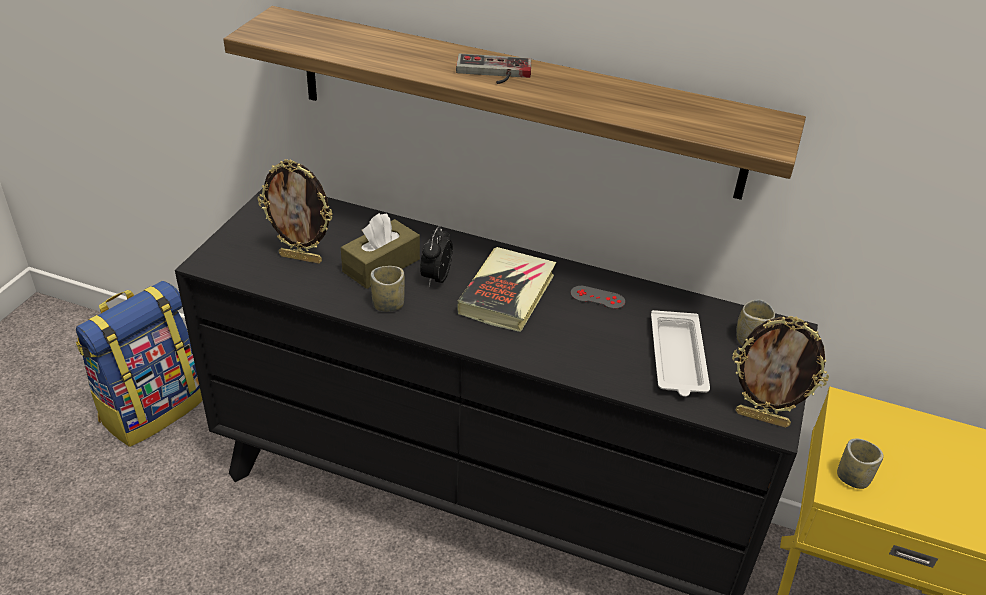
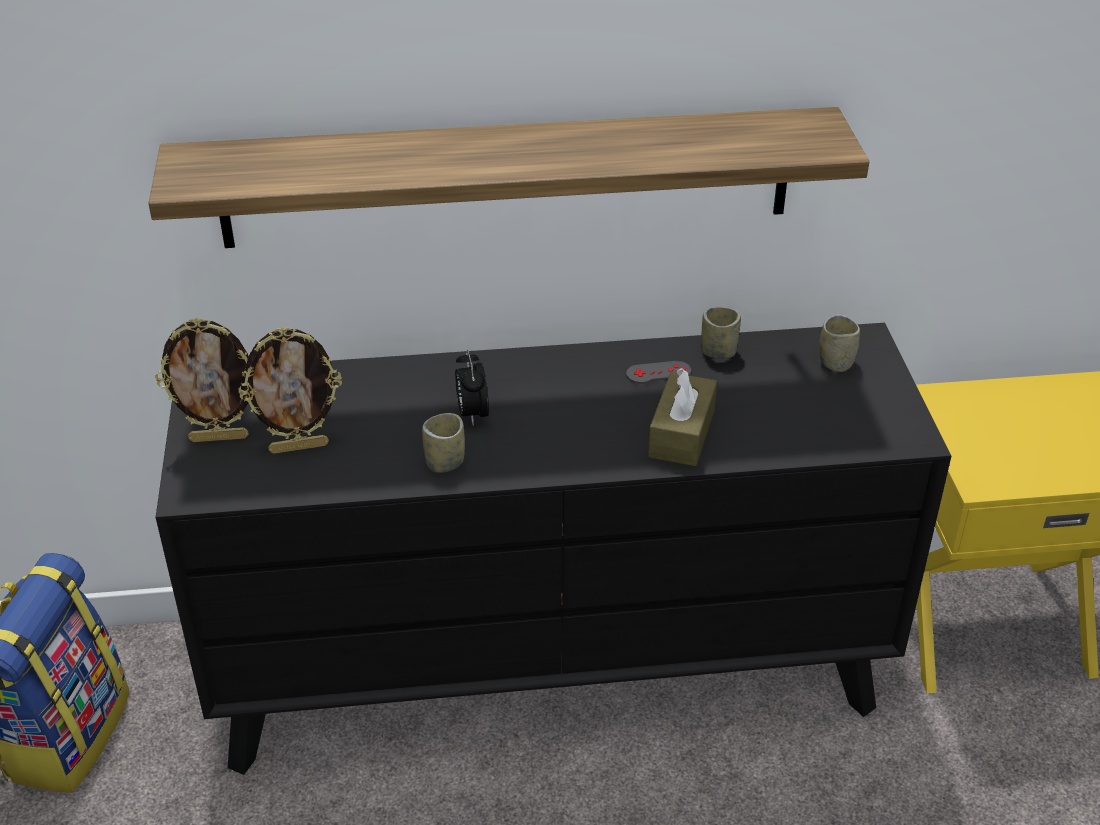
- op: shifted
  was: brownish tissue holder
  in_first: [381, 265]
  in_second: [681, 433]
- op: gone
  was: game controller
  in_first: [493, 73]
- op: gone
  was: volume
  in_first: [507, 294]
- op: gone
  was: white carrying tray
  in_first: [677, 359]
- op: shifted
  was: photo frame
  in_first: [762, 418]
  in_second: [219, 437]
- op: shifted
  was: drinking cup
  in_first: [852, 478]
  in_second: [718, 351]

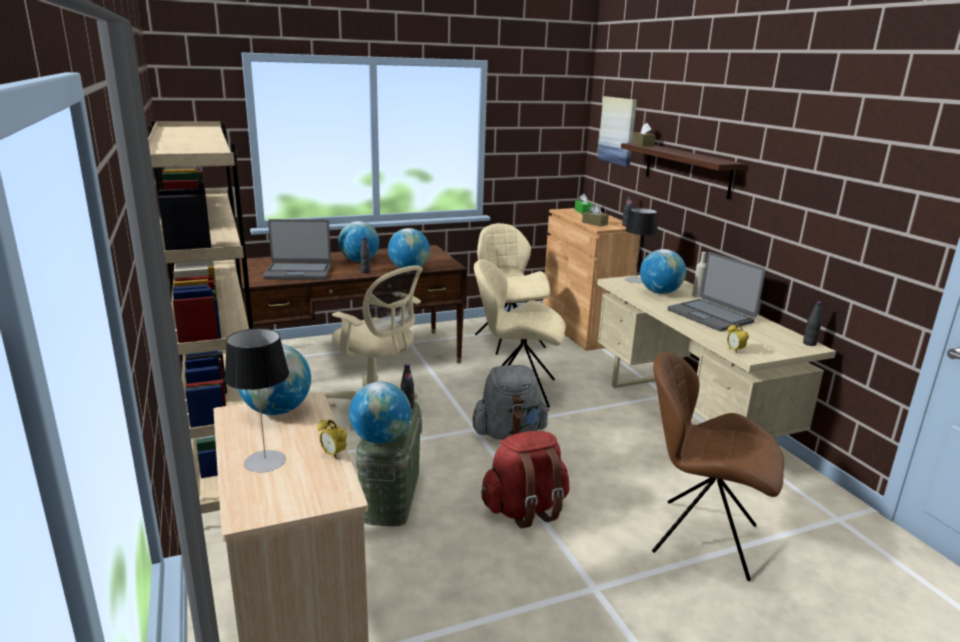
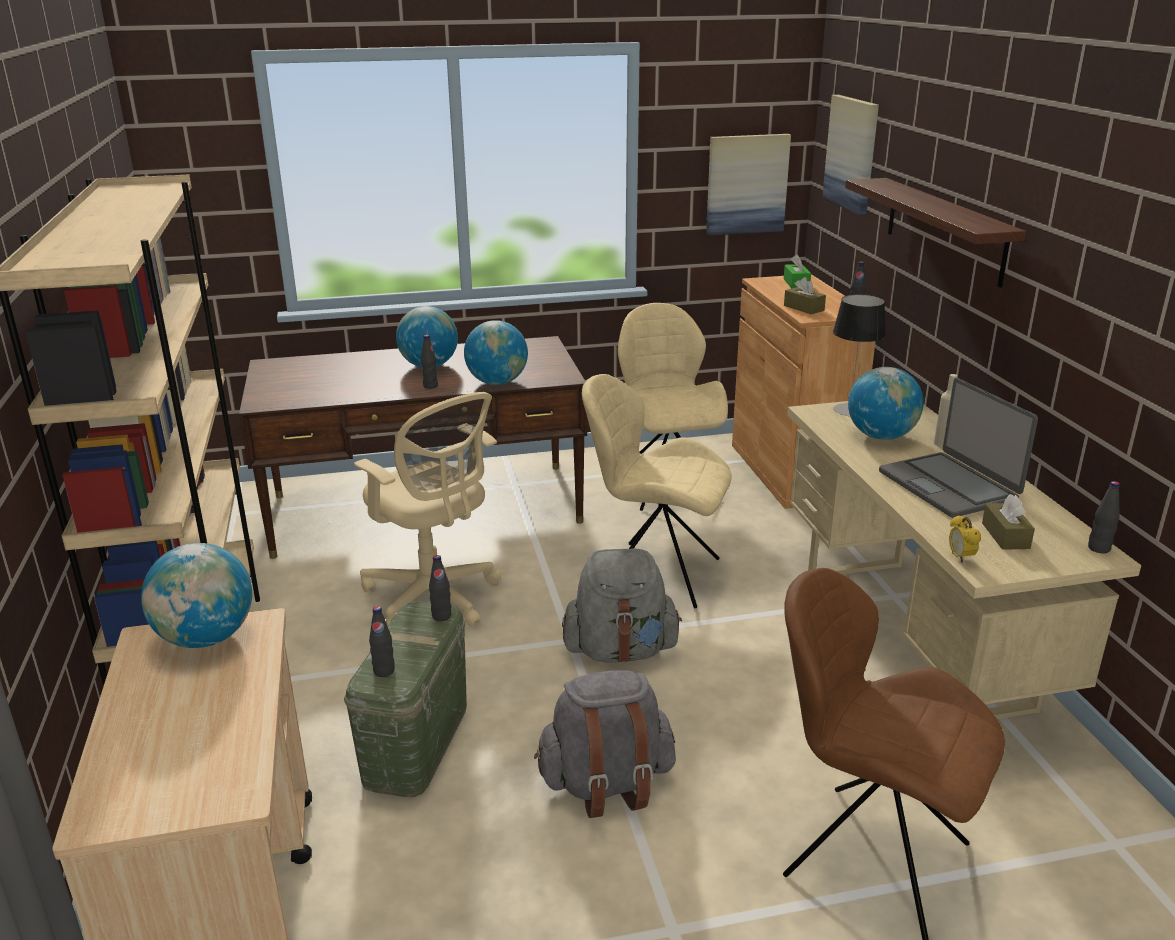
- op: gone
  was: lamp for a table
  in_first: [265, 461]
- op: gone
  was: notebook computer
  in_first: [298, 272]
- op: gone
  was: bedside clock
  in_first: [333, 455]
- op: swapped
  was: world globe
  now: black-coloured drink bottle
  in_first: [380, 439]
  in_second: [384, 671]
- op: repainted
  was: red-coloured rucksack
  now: gray rucksack
  in_first: [525, 509]
  in_second: [606, 784]
- op: shifted
  was: brownish tissue holder
  in_first: [643, 144]
  in_second: [1005, 536]
- op: new
  now: wall picture
  in_second: [746, 184]

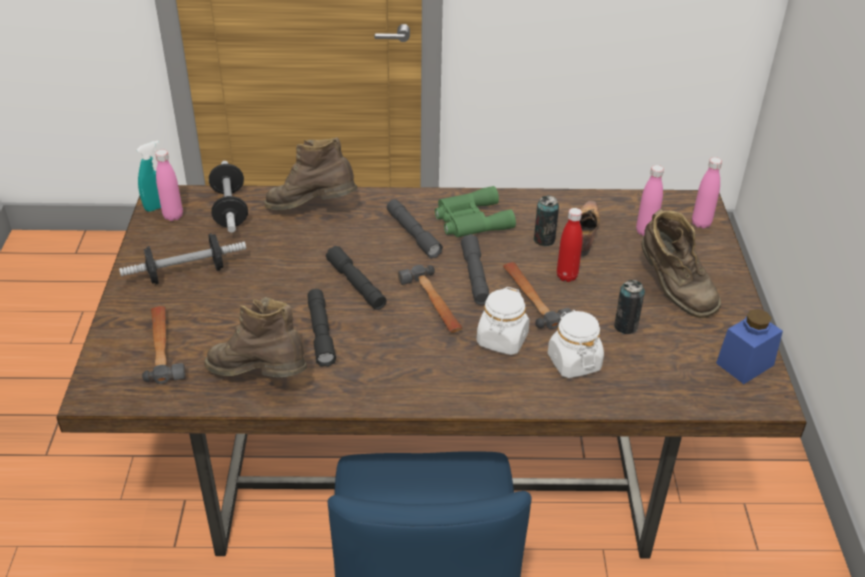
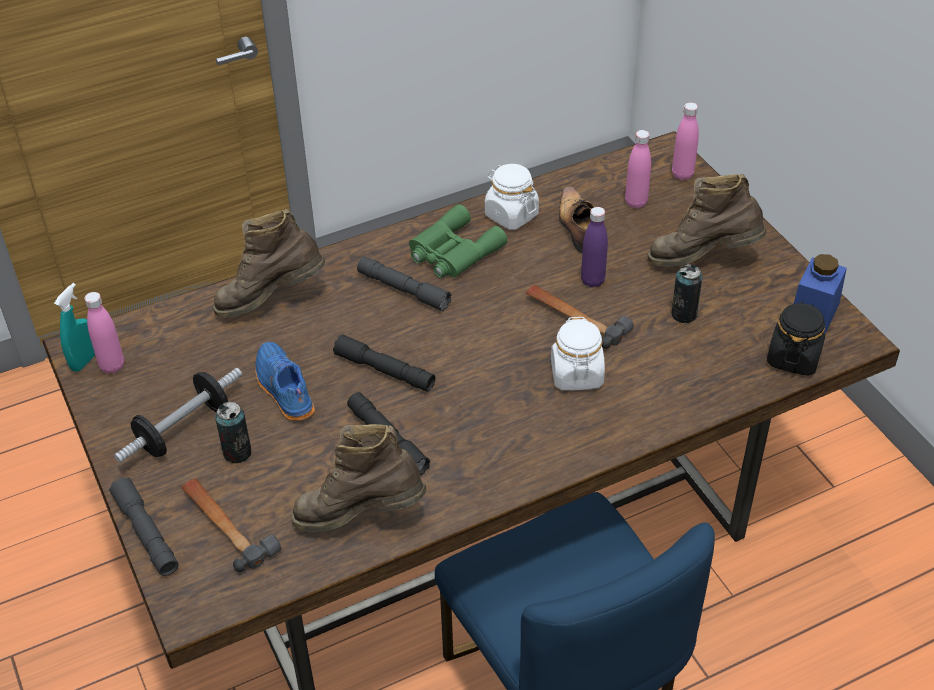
- op: gone
  was: hand weight
  in_first: [230, 209]
- op: gone
  was: hand hammer
  in_first: [433, 304]
- op: shifted
  was: gray torch
  in_first: [475, 276]
  in_second: [146, 533]
- op: shifted
  was: sealed can
  in_first: [544, 240]
  in_second: [237, 452]
- op: shifted
  was: white jar
  in_first: [573, 362]
  in_second: [511, 215]
- op: repainted
  was: red-coloured drink bottle
  now: purple-coloured drink bottle
  in_first: [566, 276]
  in_second: [592, 280]
- op: rotated
  was: brownish tall boot
  in_first: [673, 290]
  in_second: [702, 259]
  clockwise: 150
- op: new
  now: bluish shoe
  in_second: [283, 390]
- op: new
  now: black-coloured jar
  in_second: [793, 357]

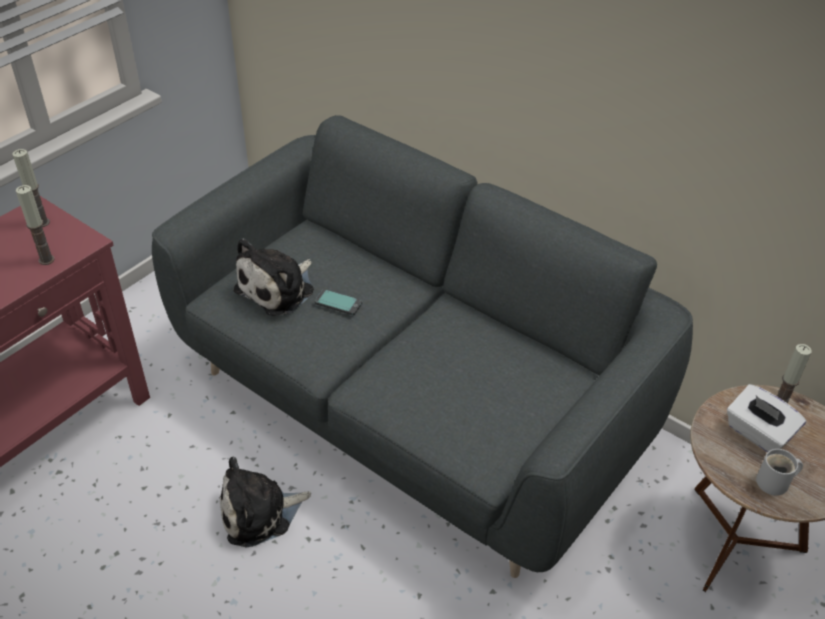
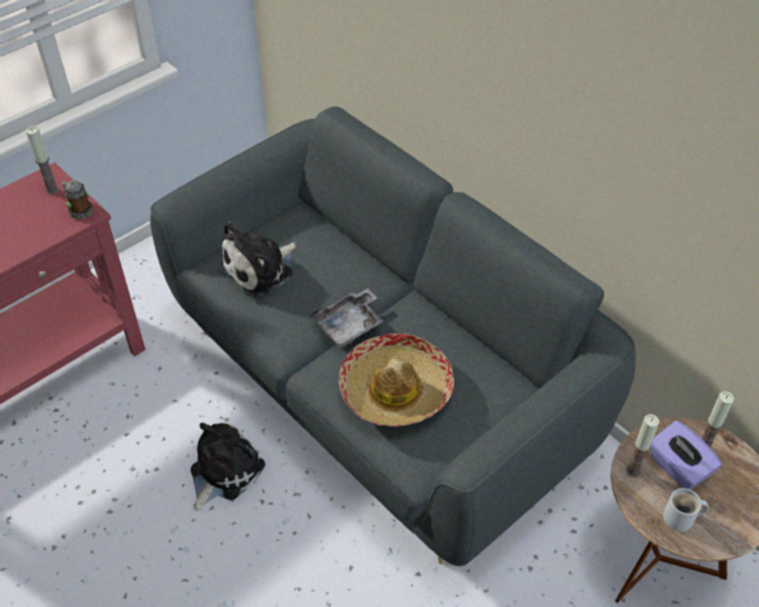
- op: shifted
  was: candle
  in_first: [46, 260]
  in_second: [633, 470]
- op: rotated
  was: plush toy
  in_first: [260, 513]
  in_second: [223, 471]
  clockwise: 135
- op: gone
  was: telephone
  in_first: [338, 303]
- op: repainted
  was: white tissue holder
  now: purple-coloured tissue holder
  in_first: [758, 433]
  in_second: [678, 468]
- op: new
  now: tea mug
  in_second: [79, 210]
- op: new
  now: gray carrying tray
  in_second: [349, 325]
- op: new
  now: wearable hat
  in_second: [395, 390]

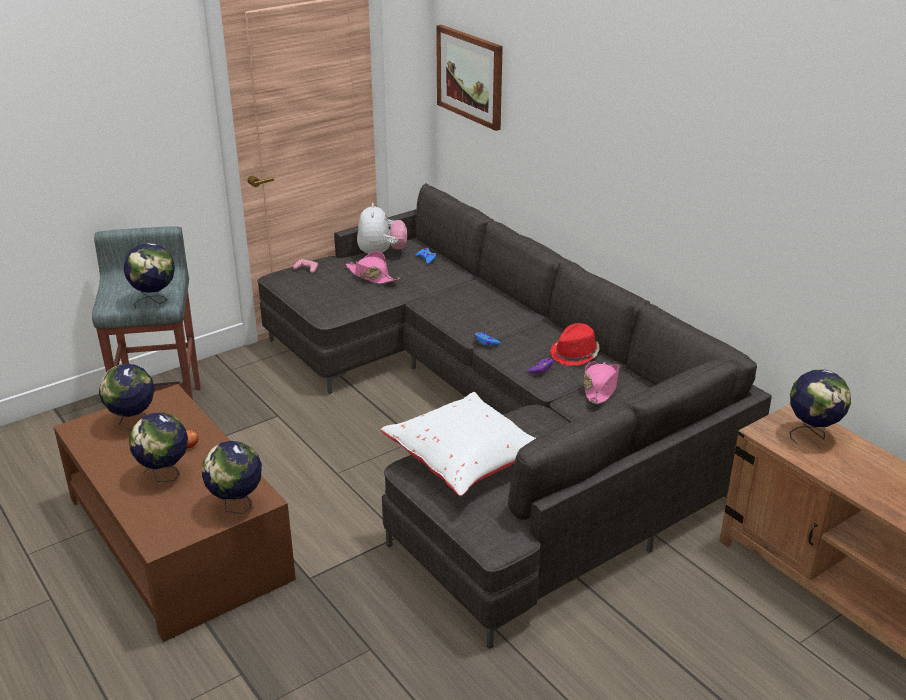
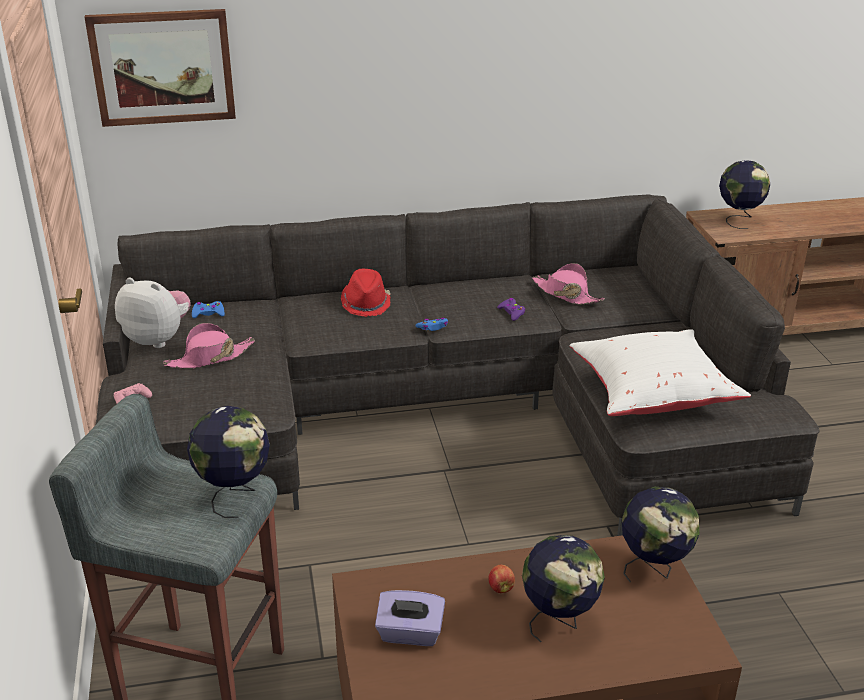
- op: swapped
  was: world globe
  now: purple-coloured tissue holder
  in_first: [133, 423]
  in_second: [410, 634]
- op: shifted
  was: red-coloured wearable hat
  in_first: [575, 354]
  in_second: [366, 303]

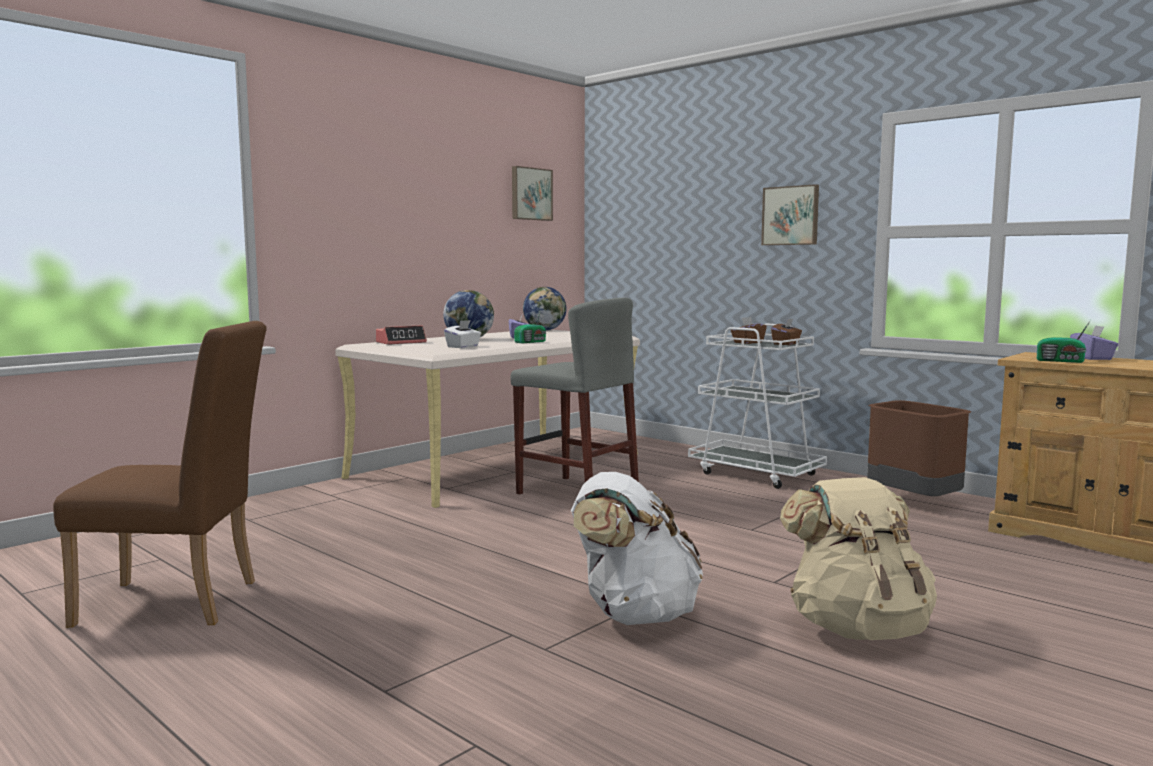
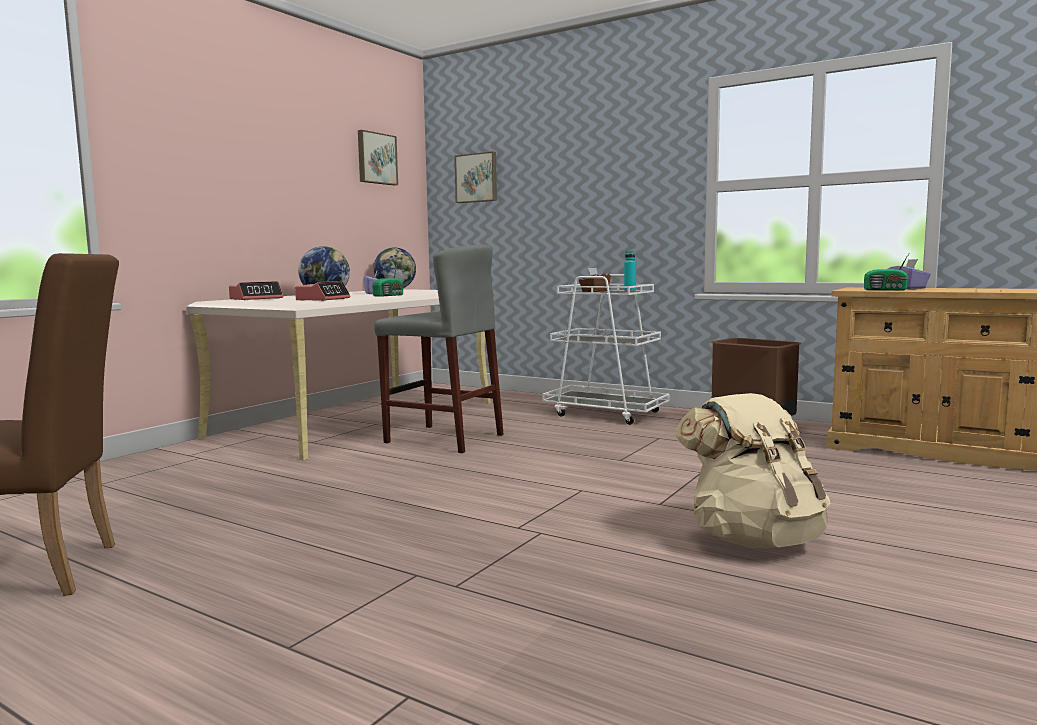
- op: swapped
  was: white tissue holder
  now: bedside clock
  in_first: [463, 347]
  in_second: [323, 299]
- op: gone
  was: white rucksack
  in_first: [634, 614]
- op: shifted
  was: wall picture
  in_first: [791, 215]
  in_second: [477, 178]
- op: swapped
  was: brownish tissue holder
  now: turquoise drink bottle
  in_first: [786, 344]
  in_second: [630, 291]

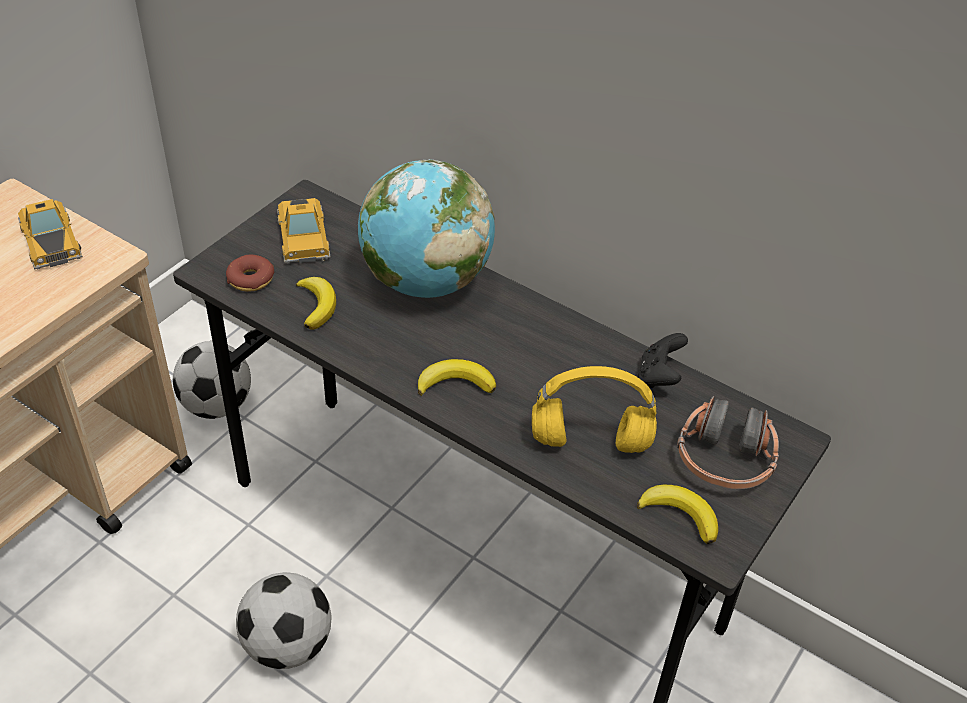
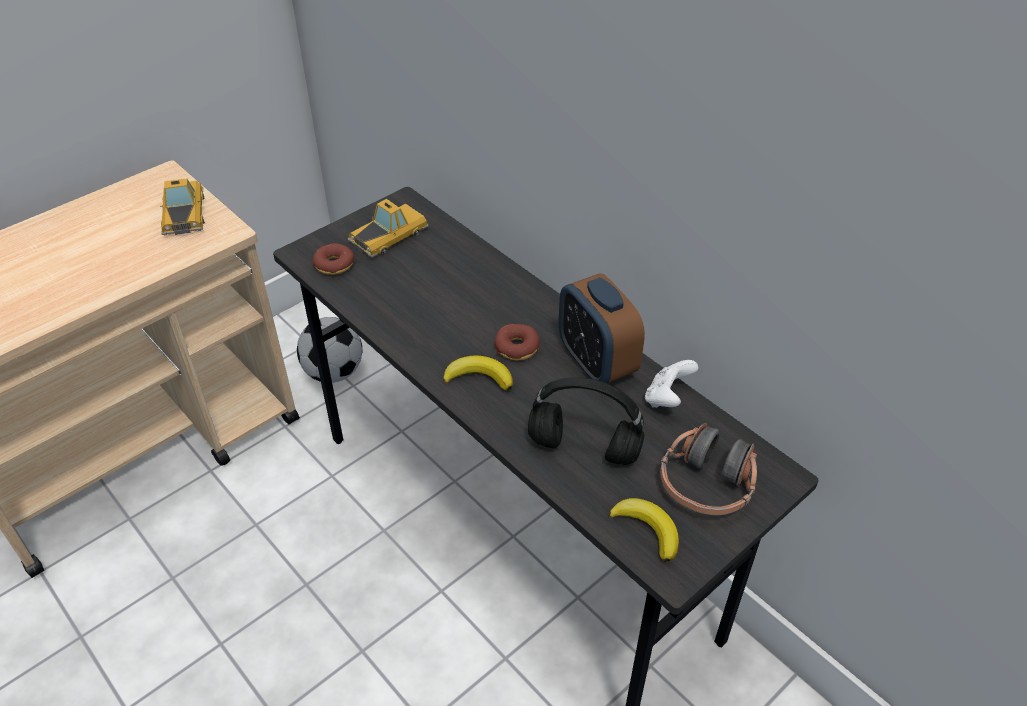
- op: gone
  was: football
  in_first: [287, 645]
- op: rotated
  was: miniature car
  in_first: [303, 237]
  in_second: [390, 234]
  clockwise: -135
- op: gone
  was: banana
  in_first: [317, 305]
- op: gone
  was: world globe
  in_first: [425, 281]
- op: repainted
  was: yellow headphones
  now: black-coloured headphones
  in_first: [588, 442]
  in_second: [582, 448]
- op: repainted
  was: black-coloured game controller
  now: white game controller
  in_first: [659, 376]
  in_second: [667, 398]
- op: new
  now: donut
  in_second: [517, 347]
- op: new
  now: bedside clock
  in_second: [596, 362]

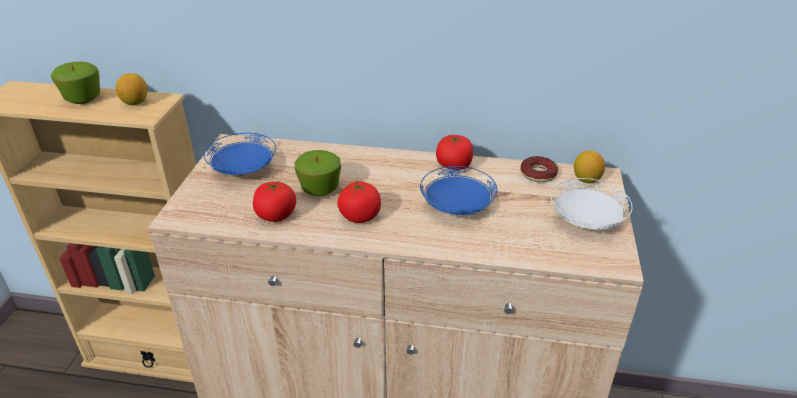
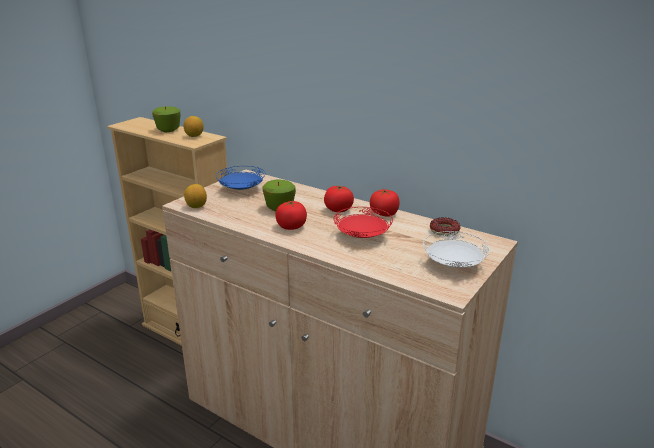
- op: shifted
  was: whole tomato
  in_first: [276, 215]
  in_second: [338, 209]
- op: repainted
  was: bluish dinner plate
  now: red-coloured dinner plate
  in_first: [457, 207]
  in_second: [362, 236]
- op: shifted
  was: whole lemon
  in_first: [586, 179]
  in_second: [196, 206]

